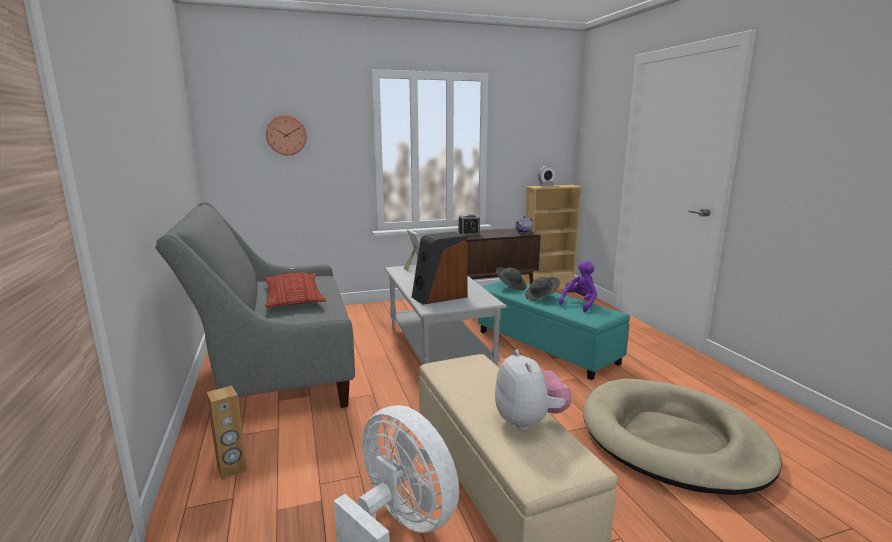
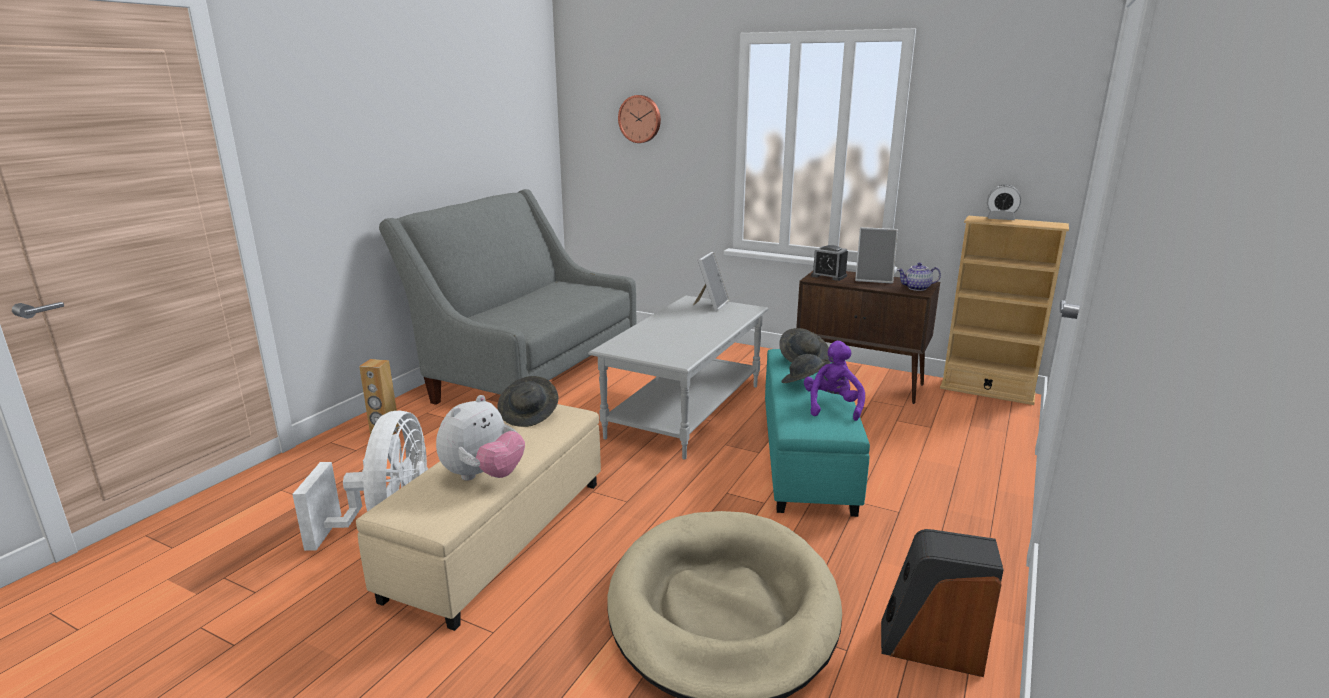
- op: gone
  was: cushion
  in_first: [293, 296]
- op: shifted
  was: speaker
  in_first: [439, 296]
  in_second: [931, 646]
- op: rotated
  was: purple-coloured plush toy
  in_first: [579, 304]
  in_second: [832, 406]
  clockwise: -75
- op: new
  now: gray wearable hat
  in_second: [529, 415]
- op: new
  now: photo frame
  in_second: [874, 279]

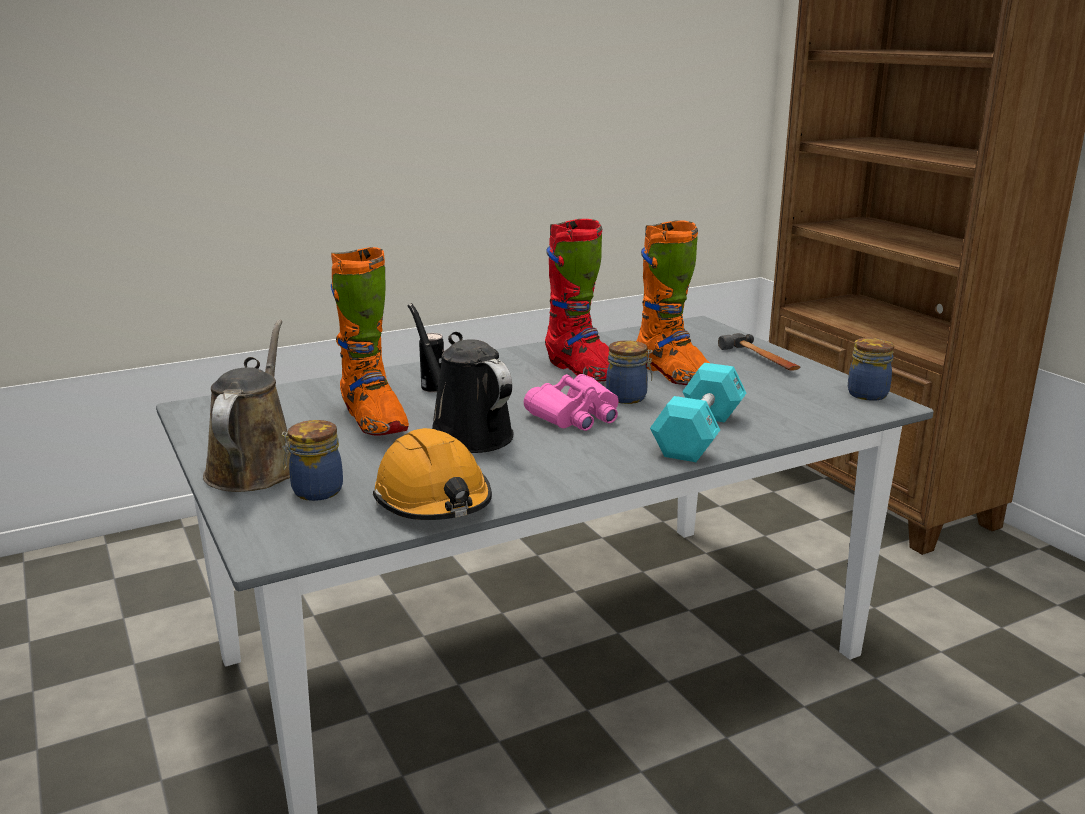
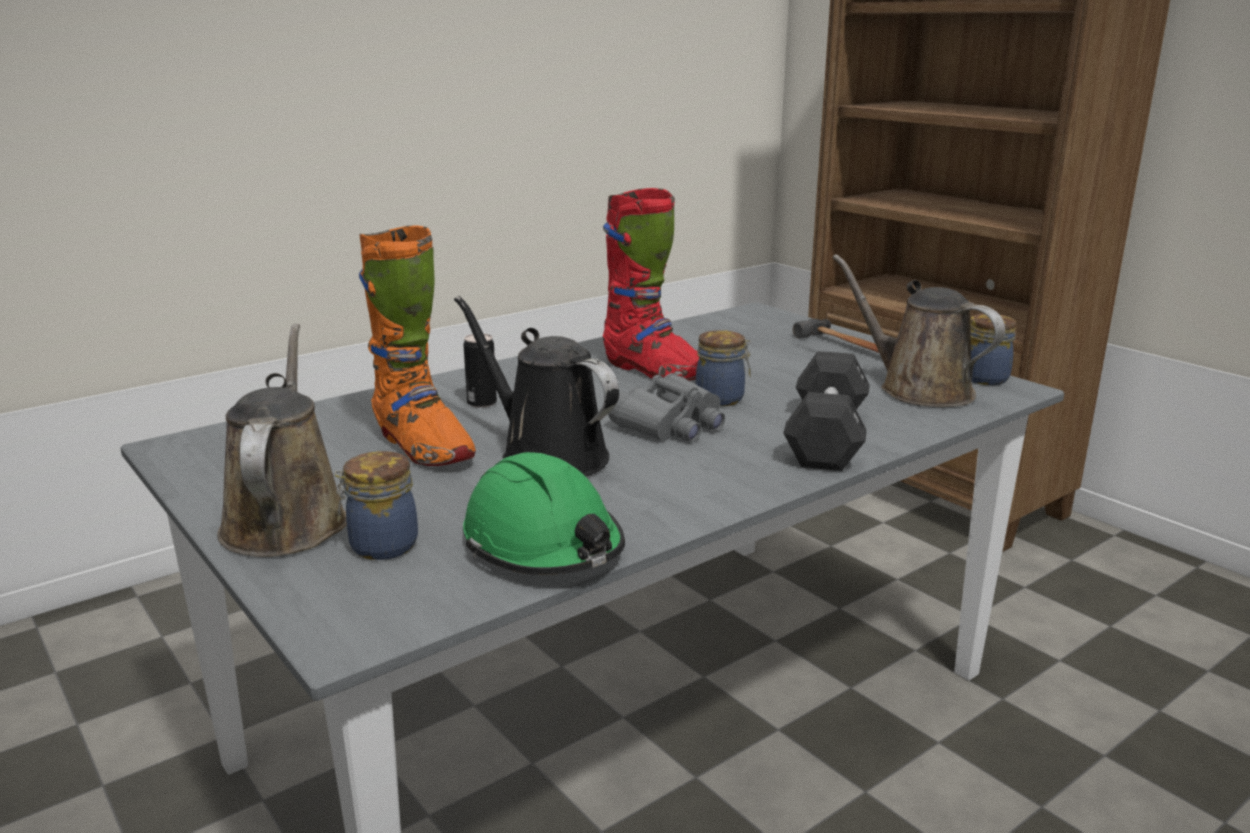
- op: repainted
  was: orange-coloured hard hat
  now: green hard hat
  in_first: [433, 500]
  in_second: [544, 545]
- op: repainted
  was: pink binoculars
  now: gray binoculars
  in_first: [575, 416]
  in_second: [671, 425]
- op: gone
  was: orange-coloured tall boot
  in_first: [674, 374]
- op: repainted
  was: turquoise hand weight
  now: black-coloured hand weight
  in_first: [698, 434]
  in_second: [826, 437]
- op: new
  now: brownish watering pot
  in_second: [918, 389]

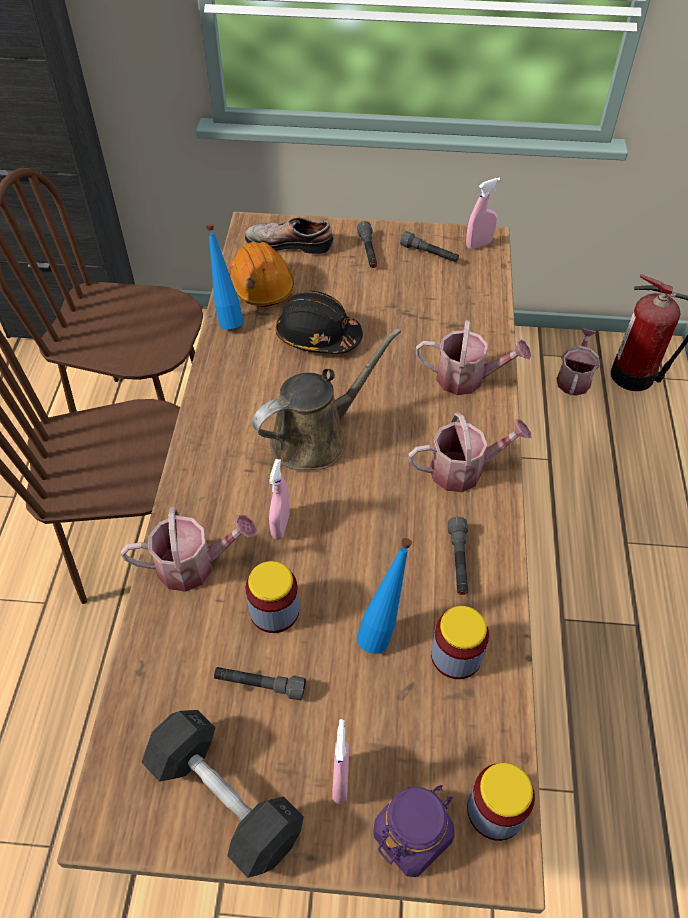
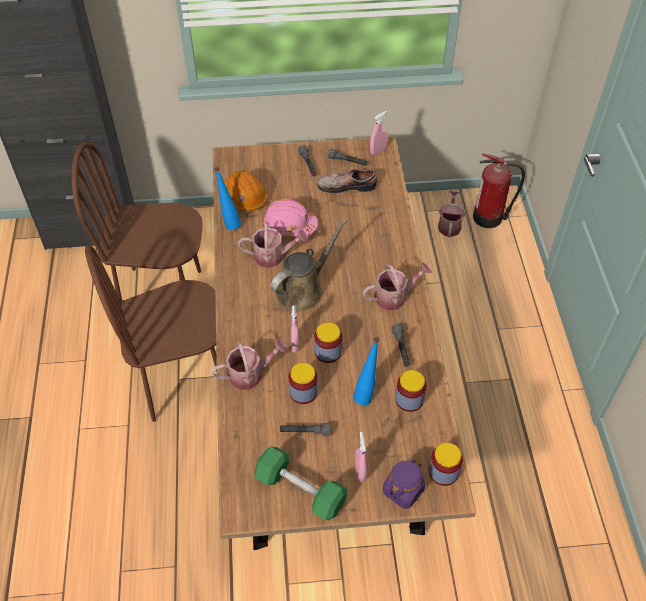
- op: repainted
  was: gray hand weight
  now: green hand weight
  in_first: [224, 798]
  in_second: [300, 490]
- op: shifted
  was: shoe
  in_first: [290, 242]
  in_second: [346, 185]
- op: repainted
  was: black-coloured hard hat
  now: pink hard hat
  in_first: [317, 336]
  in_second: [289, 226]
- op: shifted
  was: watering pot
  in_first: [467, 378]
  in_second: [273, 256]
- op: new
  now: jar
  in_second: [328, 351]

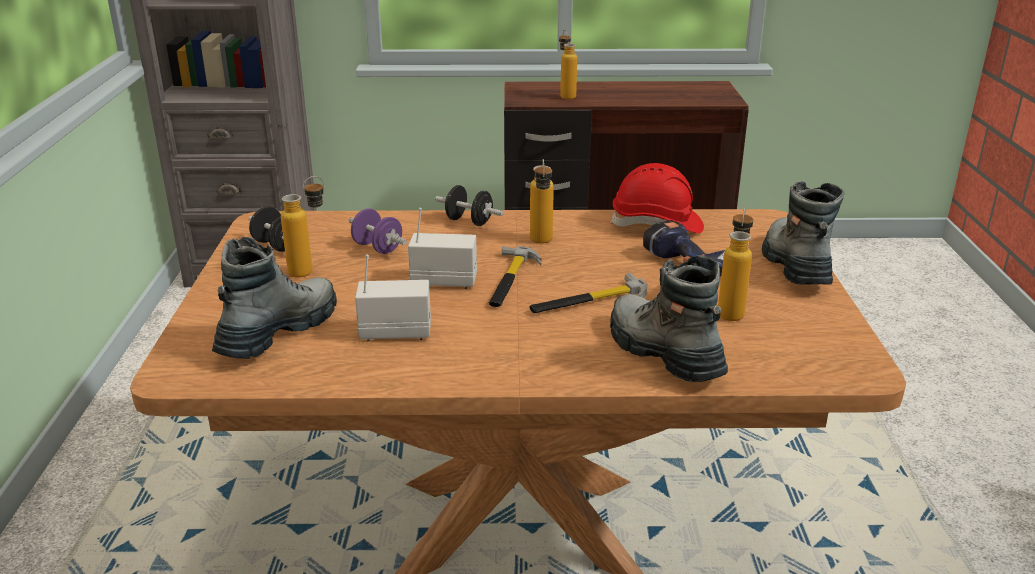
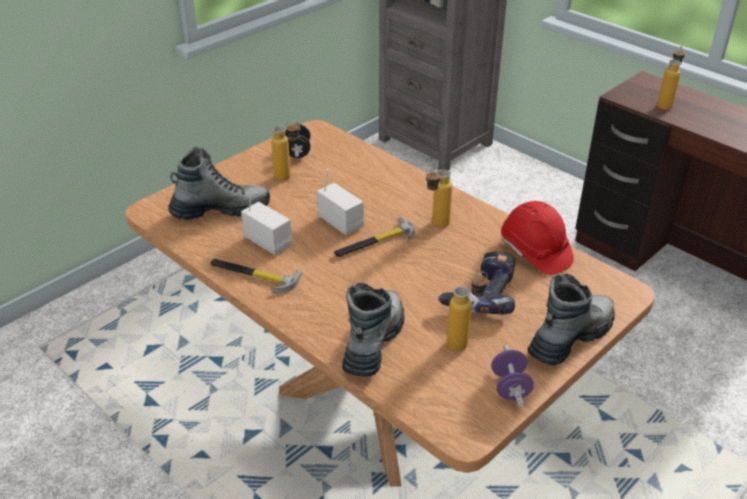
- op: shifted
  was: purple-coloured hand weight
  in_first: [377, 248]
  in_second: [510, 387]
- op: gone
  was: black-coloured hand weight
  in_first: [469, 221]
- op: shifted
  was: hand hammer
  in_first: [589, 302]
  in_second: [253, 276]

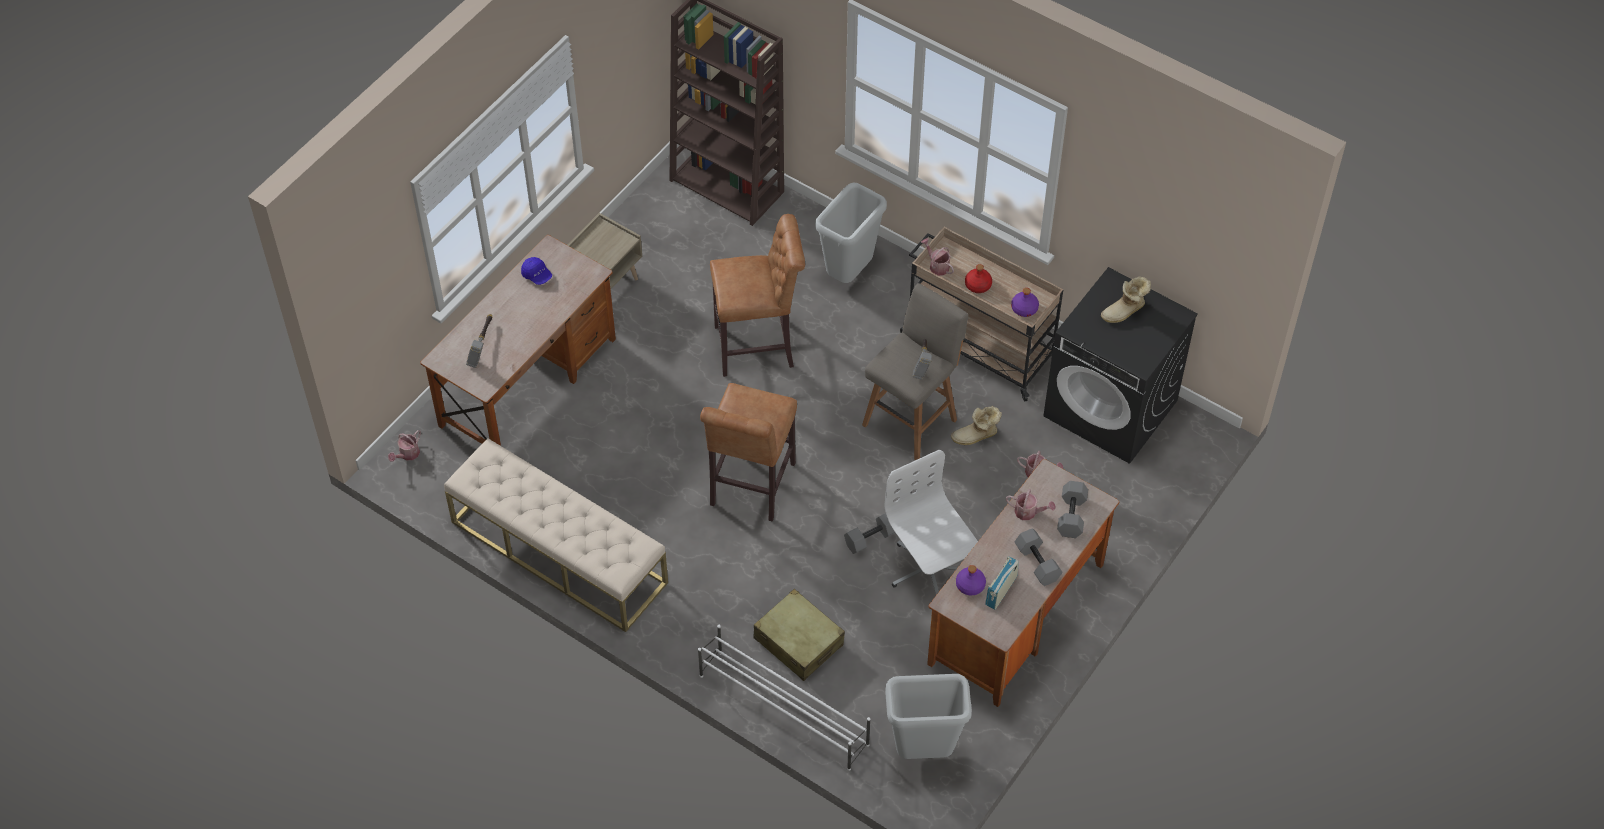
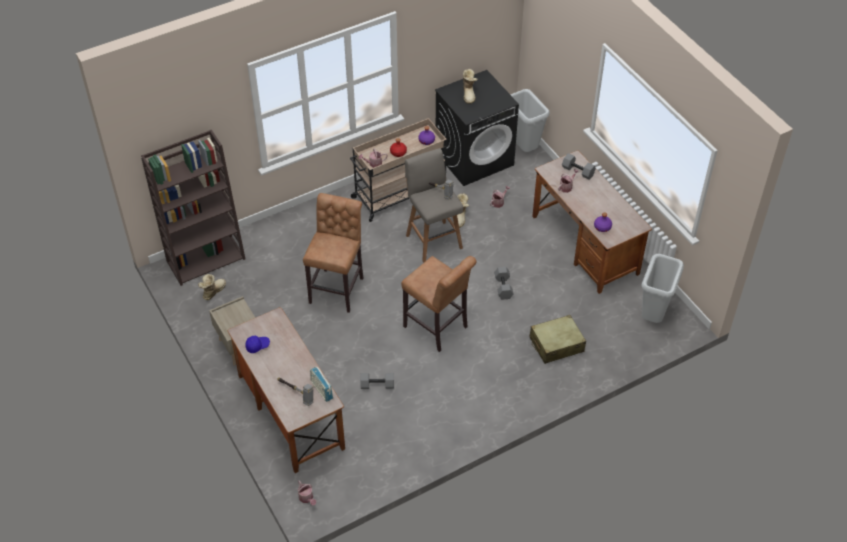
- op: gone
  was: beige-coloured long seat
  in_first: [558, 552]
- op: gone
  was: white shoe rack
  in_first: [783, 709]
- op: shifted
  was: gray rubbish bin
  in_first: [849, 273]
  in_second: [523, 148]
- op: gone
  was: white desk chair
  in_first: [929, 570]
- op: shifted
  was: radio receiver
  in_first: [1001, 591]
  in_second: [321, 390]
- op: shifted
  was: gray hand weight
  in_first: [1036, 563]
  in_second: [377, 385]
- op: new
  now: tall boot
  in_second: [213, 291]

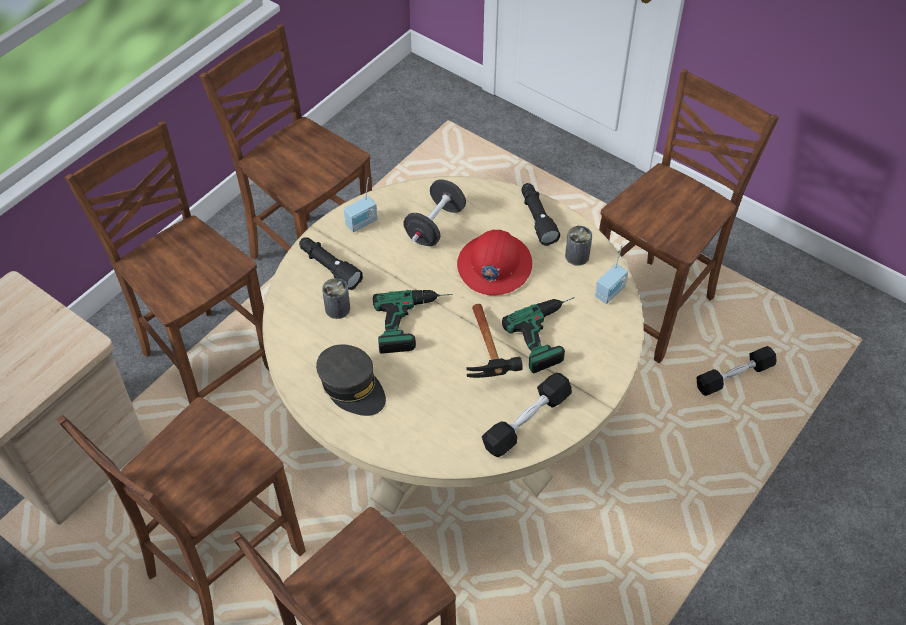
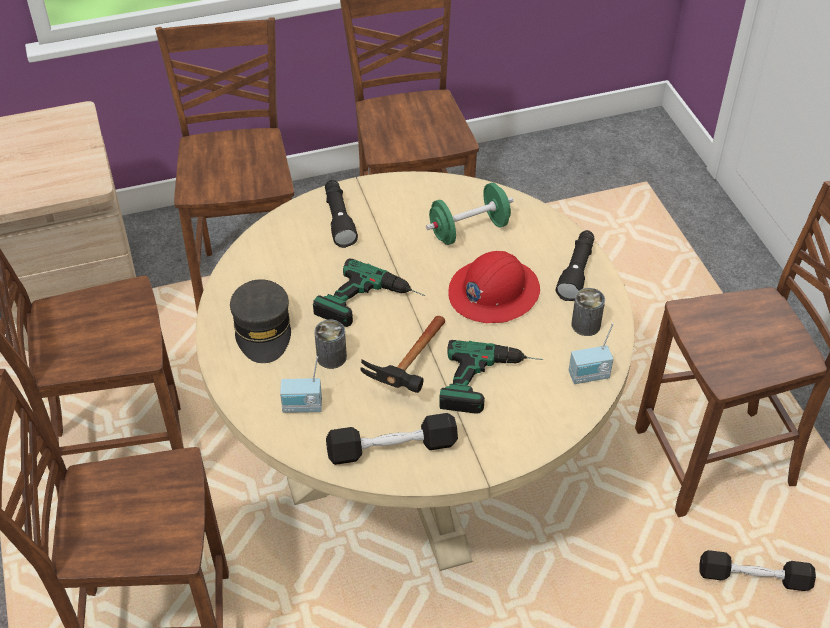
- op: shifted
  was: sealed can
  in_first: [337, 308]
  in_second: [331, 357]
- op: shifted
  was: radio receiver
  in_first: [362, 223]
  in_second: [302, 407]
- op: repainted
  was: black-coloured hand weight
  now: green hand weight
  in_first: [435, 226]
  in_second: [469, 230]

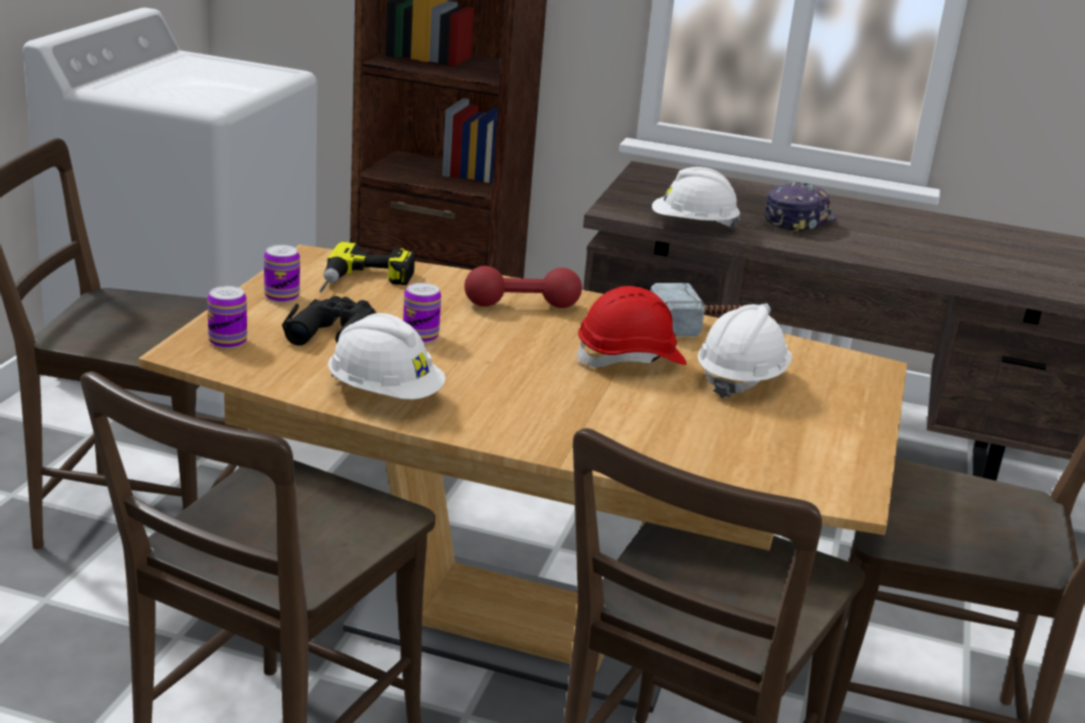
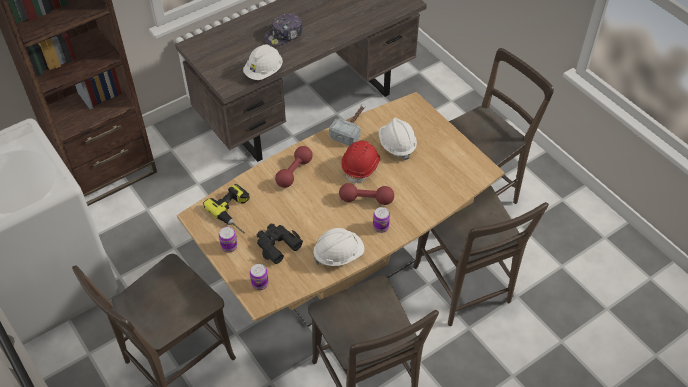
- op: shifted
  was: sealed can
  in_first: [420, 336]
  in_second: [381, 227]
- op: rotated
  was: cap
  in_first: [798, 221]
  in_second: [284, 35]
  clockwise: -120
- op: new
  now: red-coloured hand weight
  in_second: [366, 200]

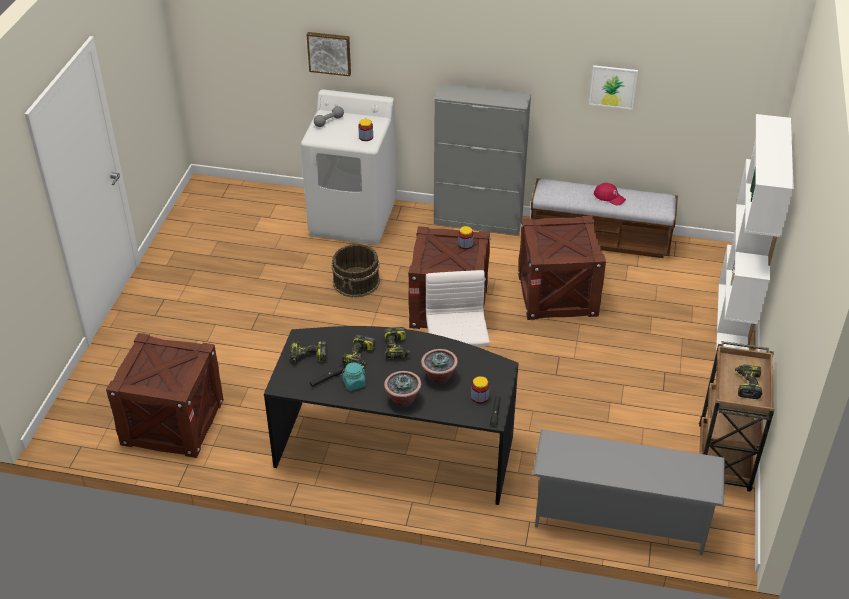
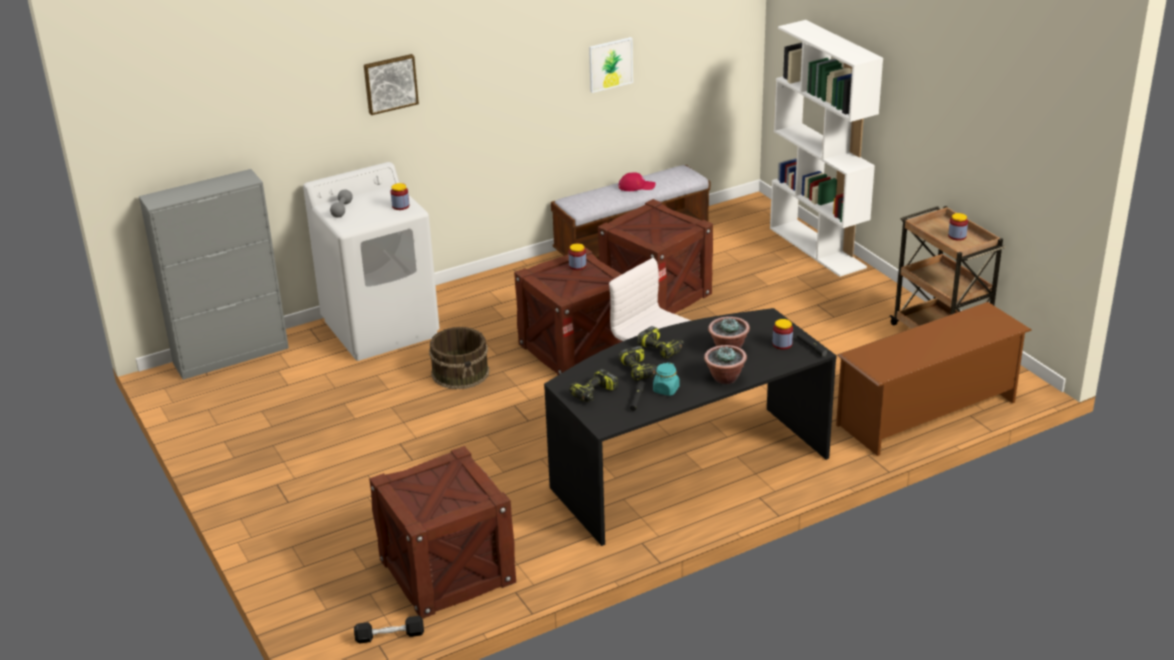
- op: shifted
  was: wall picture
  in_first: [329, 53]
  in_second: [390, 83]
- op: shifted
  was: gray cabinet
  in_first: [478, 221]
  in_second: [232, 355]
- op: repainted
  was: gray shoe rack
  now: brownish shoe rack
  in_first: [619, 518]
  in_second: [927, 413]
- op: swapped
  was: electric drill
  now: jar
  in_first: [747, 385]
  in_second: [957, 236]
- op: new
  now: black-coloured hand weight
  in_second: [390, 636]

